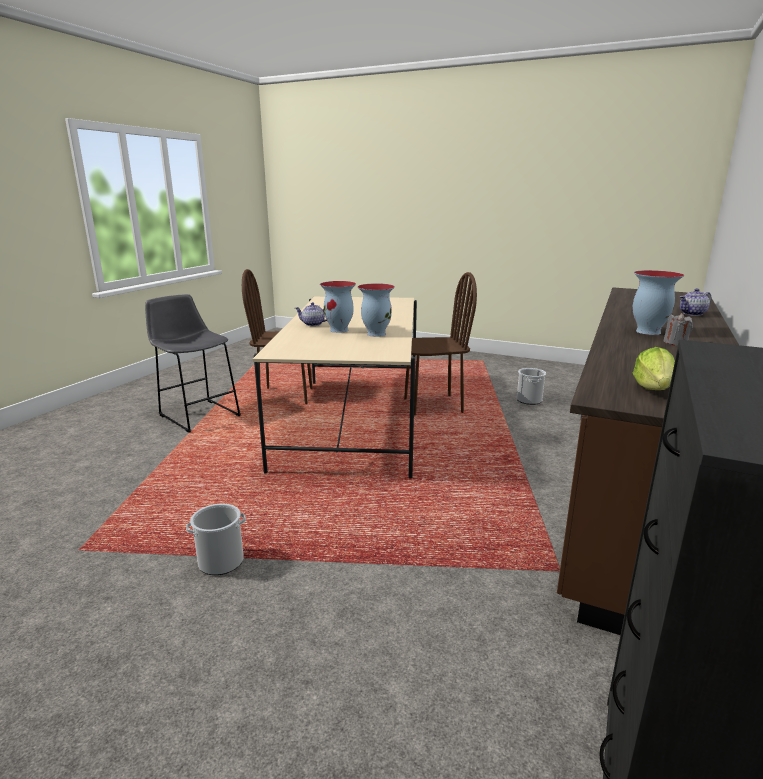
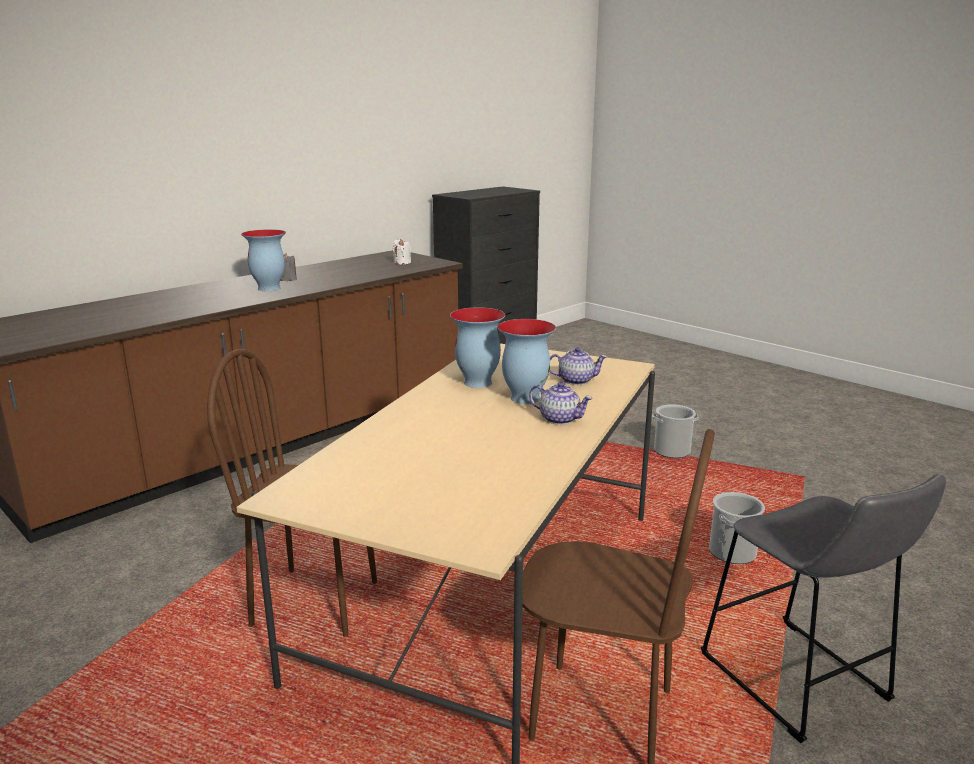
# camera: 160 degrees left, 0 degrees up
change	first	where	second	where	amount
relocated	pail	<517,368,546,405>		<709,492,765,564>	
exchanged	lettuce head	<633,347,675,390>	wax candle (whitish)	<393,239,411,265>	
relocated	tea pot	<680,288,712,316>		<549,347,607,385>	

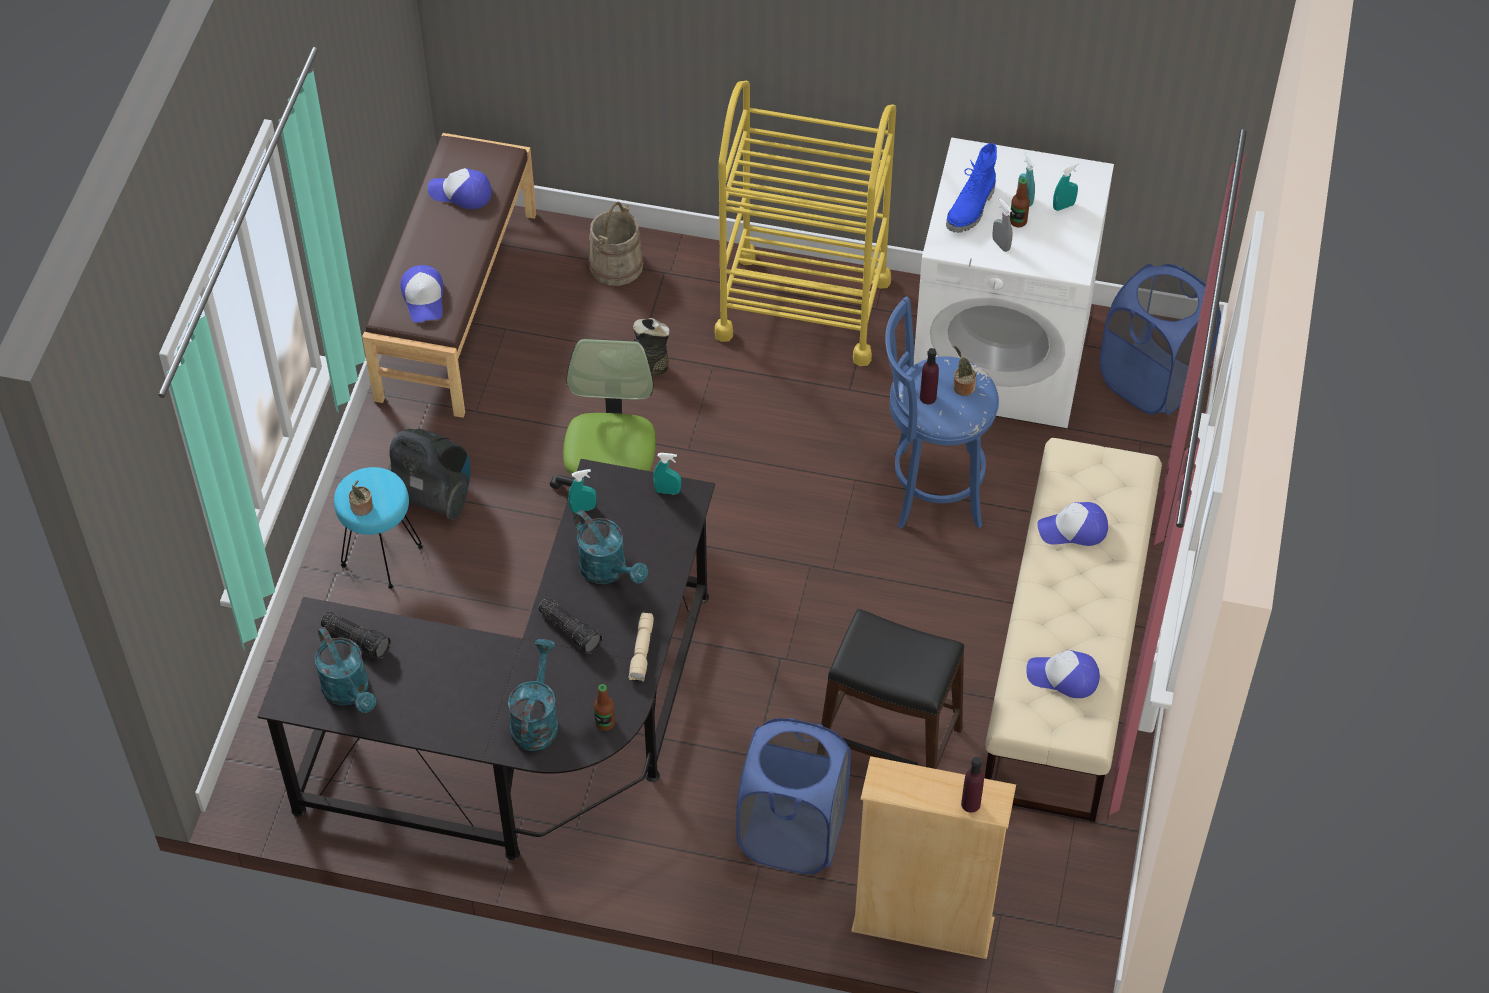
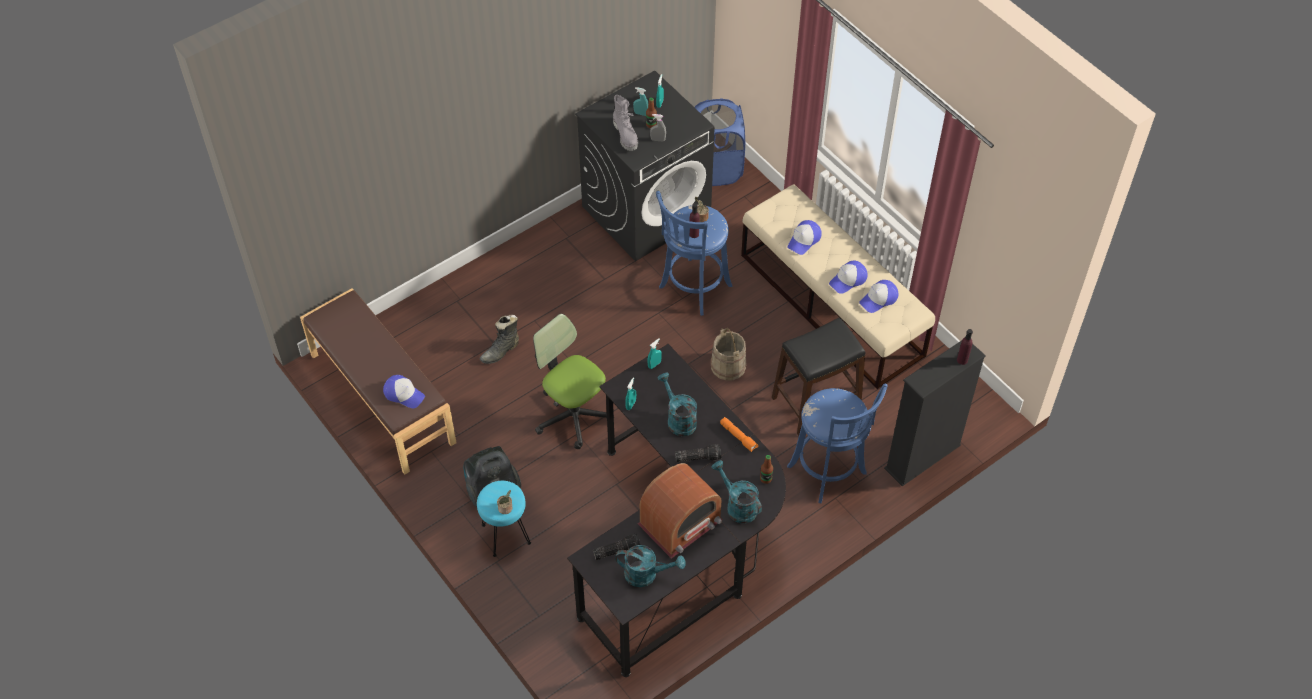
# camera: 50 degrees left, 0 degrees up
change	first	where	second	where	amount
relocated	cap	<428,168,492,209>		<829,261,868,294>	
spun	watering can (turquoise-coloured)	<574,510,648,584>		<657,373,697,436>	120 degrees counterclockwise
relocated	pail (sand-coloured)	<589,202,644,286>		<711,328,746,380>	
colour	flashlight (sand-coloured)	<628,613,654,681>	flashlight (orangey)	<720,417,758,452>	
missing	wheeled cart (yellow-coloured)	<715,81,896,366>			
exchanged	laundry basket (bluish)	<737,718,851,874>	stool seat (bluish)	<787,384,887,503>	
colour	bookcase (sand-coloured)	<851,756,1016,959>	bookcase (black)	<884,340,986,486>	
colour	laundry appliance (whitish)	<914,137,1114,428>	laundry appliance (black)	<575,70,715,261>	
colour	boot (bluish)	<946,143,997,233>	boot (greyish)	<613,95,638,151>	
appeared			radio receiver	<638,463,723,559>	

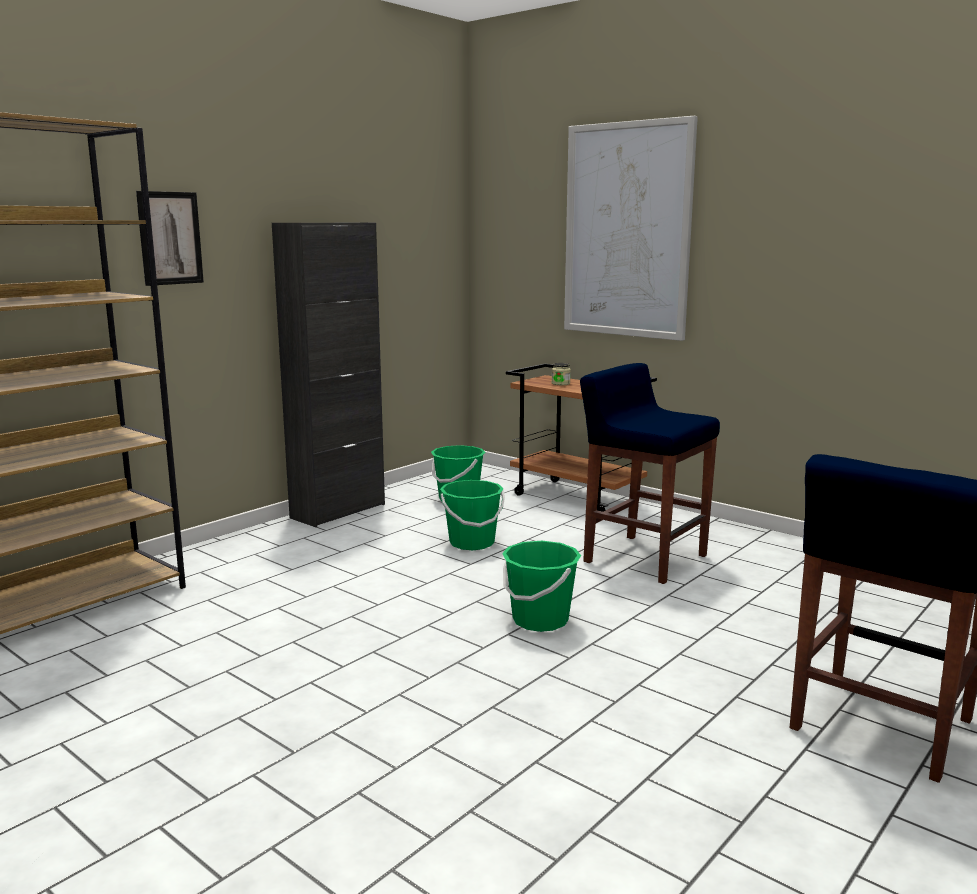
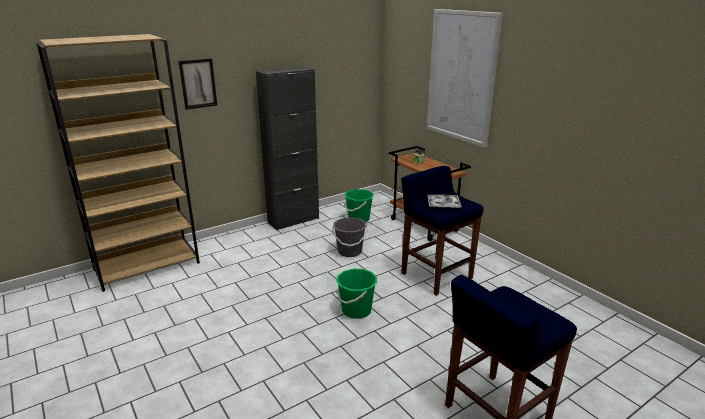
# camera: 15 degrees right, 10 degrees up
change	first	where	second	where	amount
colour	pail (green)	<440,480,505,550>	pail (greyish)	<333,218,367,257>	
appeared			serving tray	<427,194,462,208>	

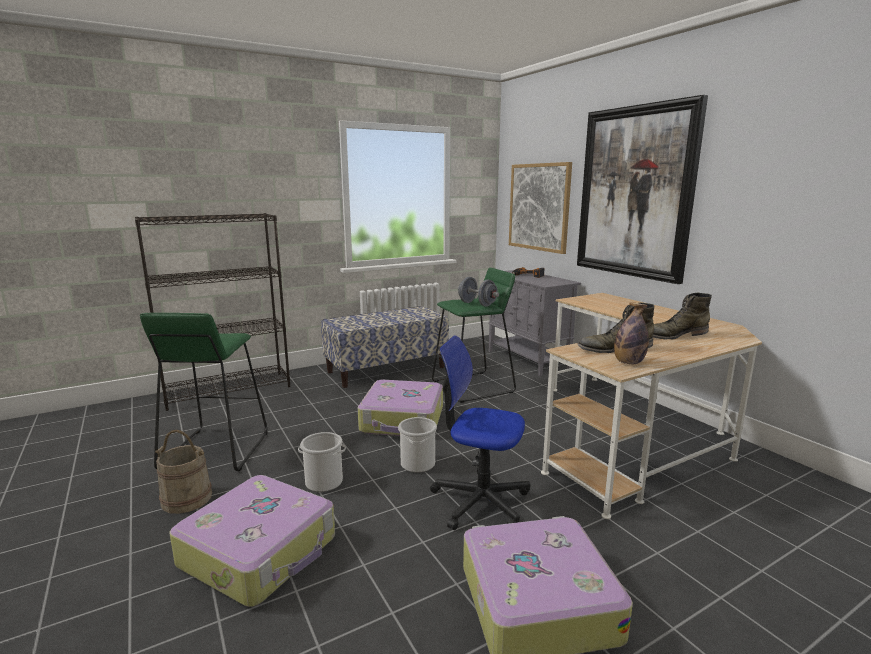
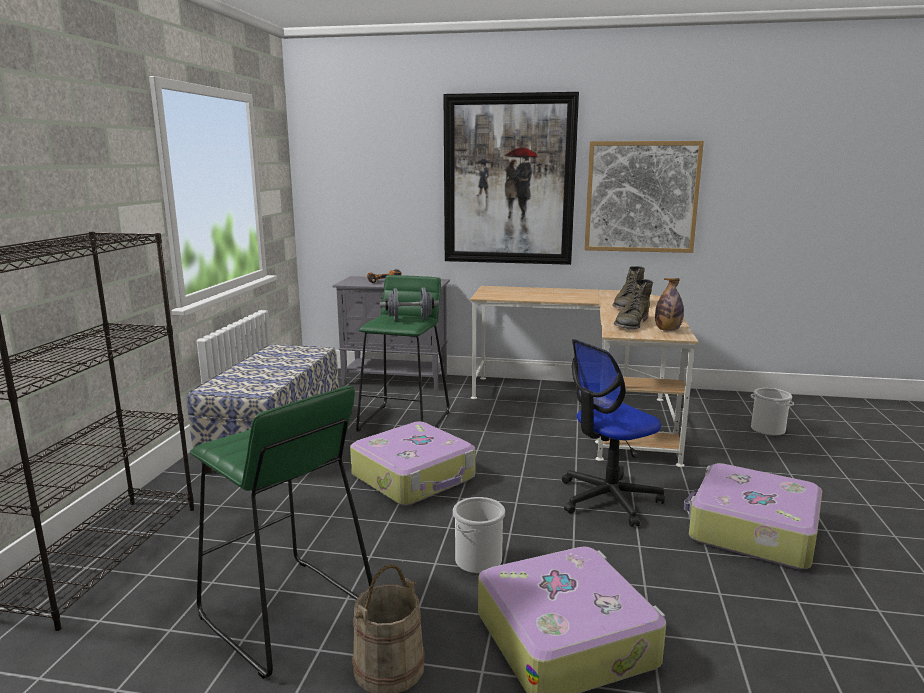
# camera: 50 degrees left, 0 degrees up
change	first	where	second	where	amount
relocated	pail	<398,417,437,473>		<751,388,794,436>	
relocated	wall picture	<509,162,572,254>		<584,141,704,253>	

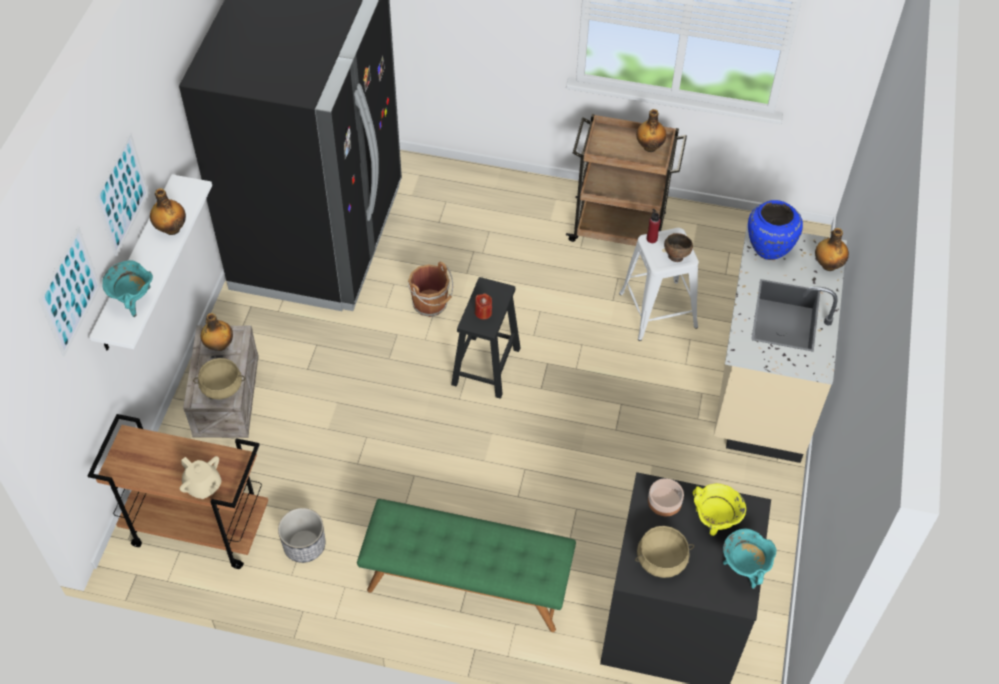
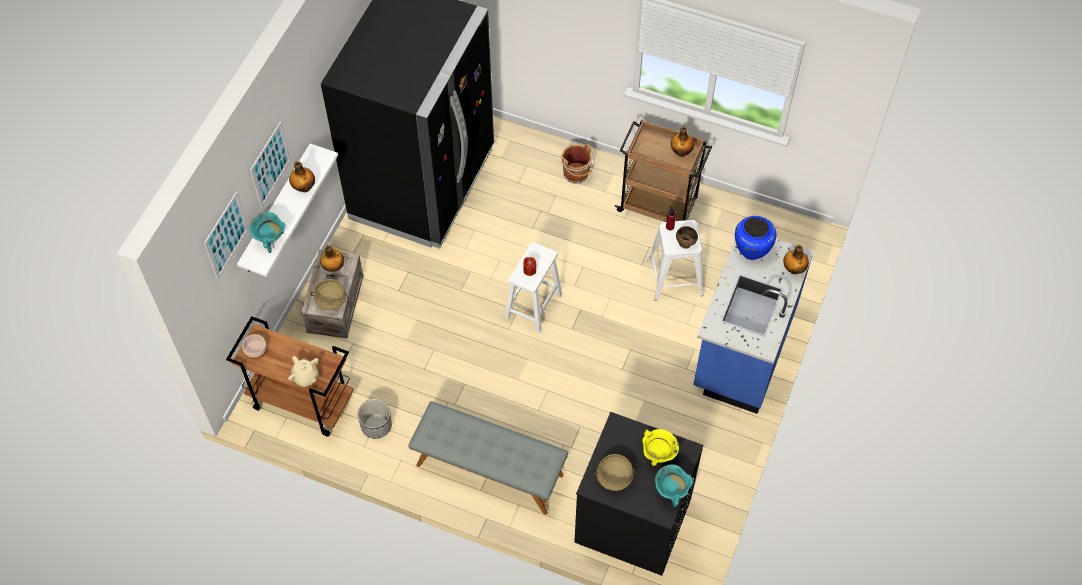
# camera: 10 degrees right, 5 degrees up
change	first	where	second	where	amount
colour	bench (green)	<357,499,576,632>	bench (greyish)	<408,401,568,515>	
relocated	pail (brown-coloured)	<408,262,453,317>		<561,144,594,184>	
colour	stool seat (black)	<451,277,520,399>	stool seat (whitish)	<504,242,562,333>	
relocated	serving bowl	<648,478,684,516>		<242,334,267,360>	
colour	kitchen base unit (sand-coloured)	<714,223,847,463>	kitchen base unit (bluish)	<693,239,814,414>	

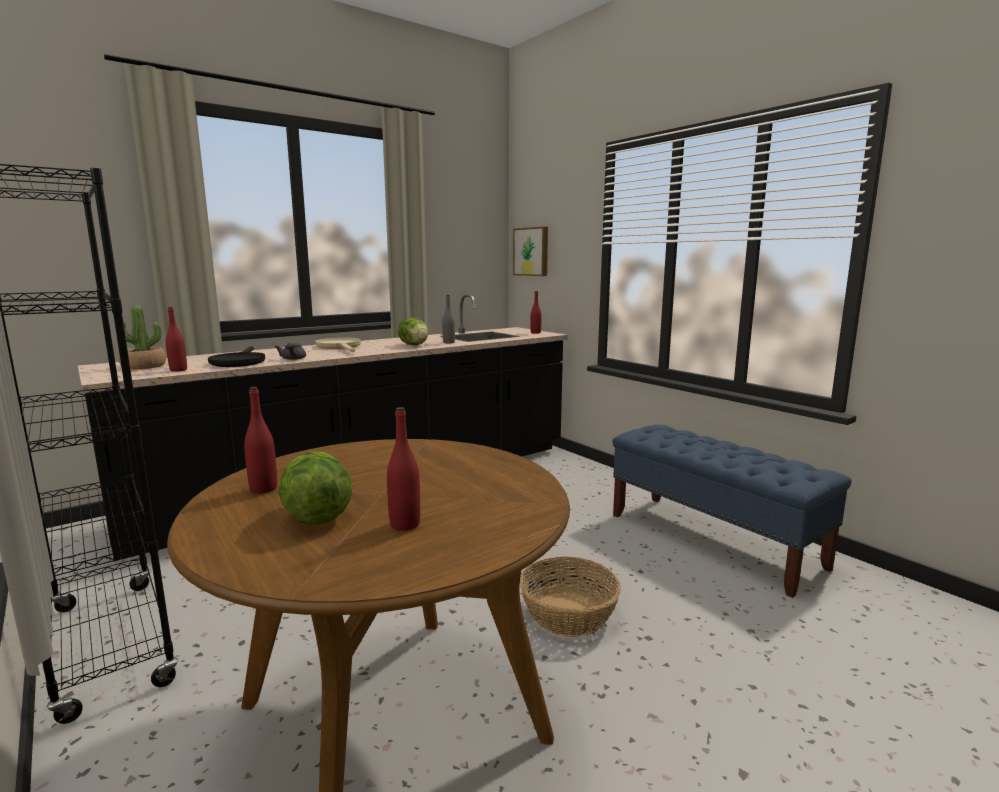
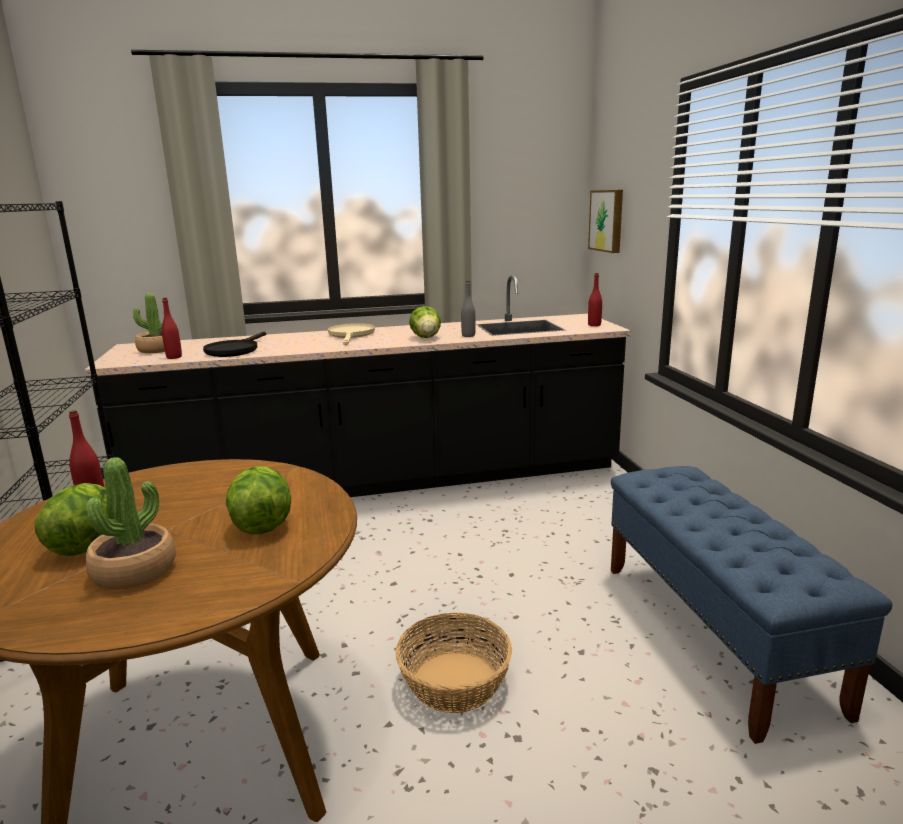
# camera: 25 degrees right, 5 degrees up
change	first	where	second	where	amount
missing	tea pot (greyish)	<275,343,306,360>			
exchanged	bottle (red)	<387,407,420,531>	houseplant	<86,457,176,590>	
appeared			lettuce head	<226,466,291,534>	

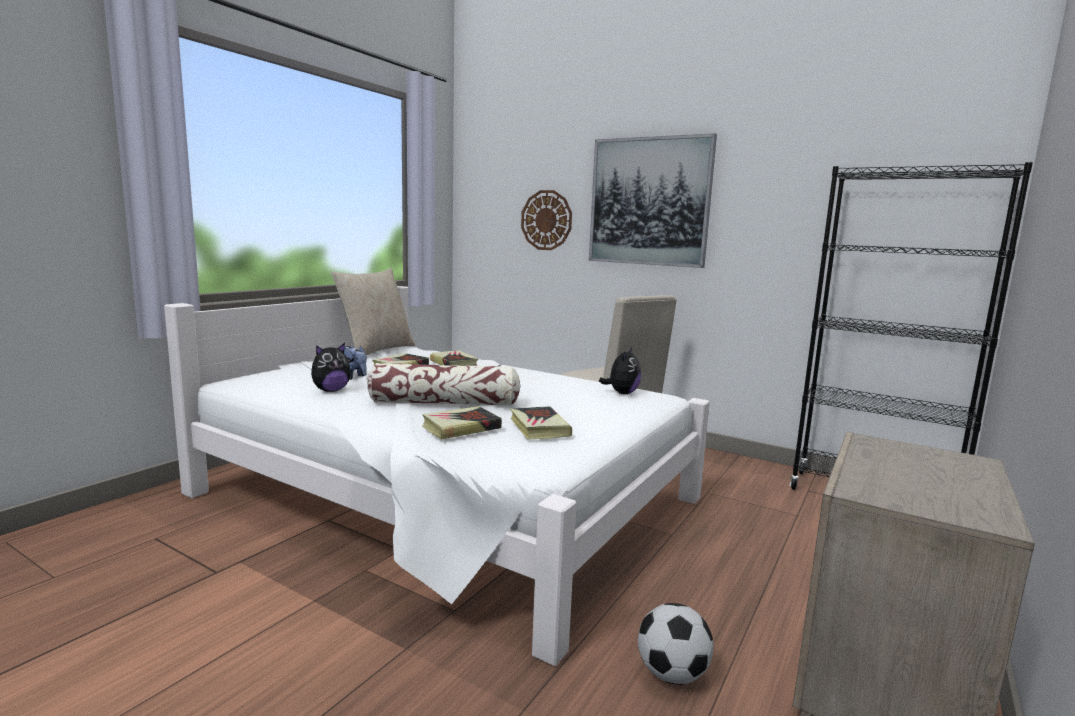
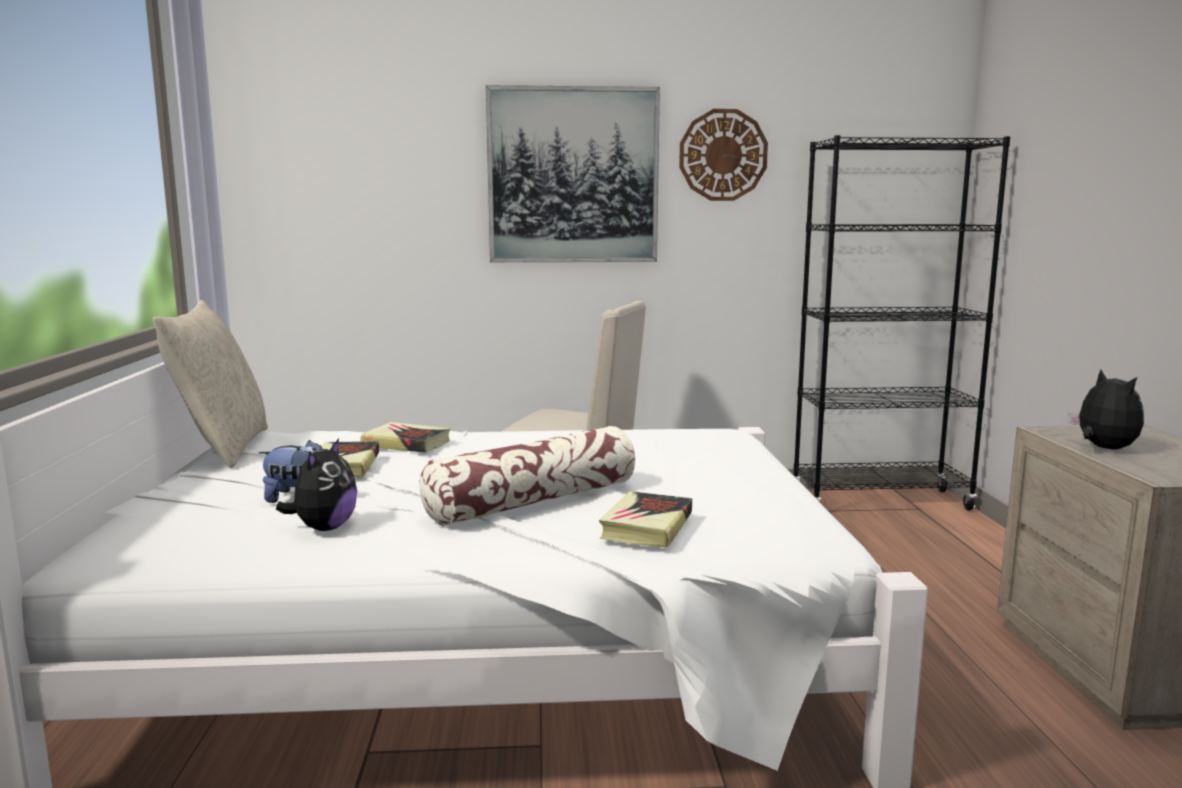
# camera: 35 degrees left, 0 degrees up
change	first	where	second	where	amount
missing	volume	<510,406,572,439>			
relocated	wall clock	<521,190,572,250>		<679,109,768,201>	
relocated	soft toy	<599,348,641,394>		<1068,370,1144,449>	
missing	football ball	<638,603,714,685>			

